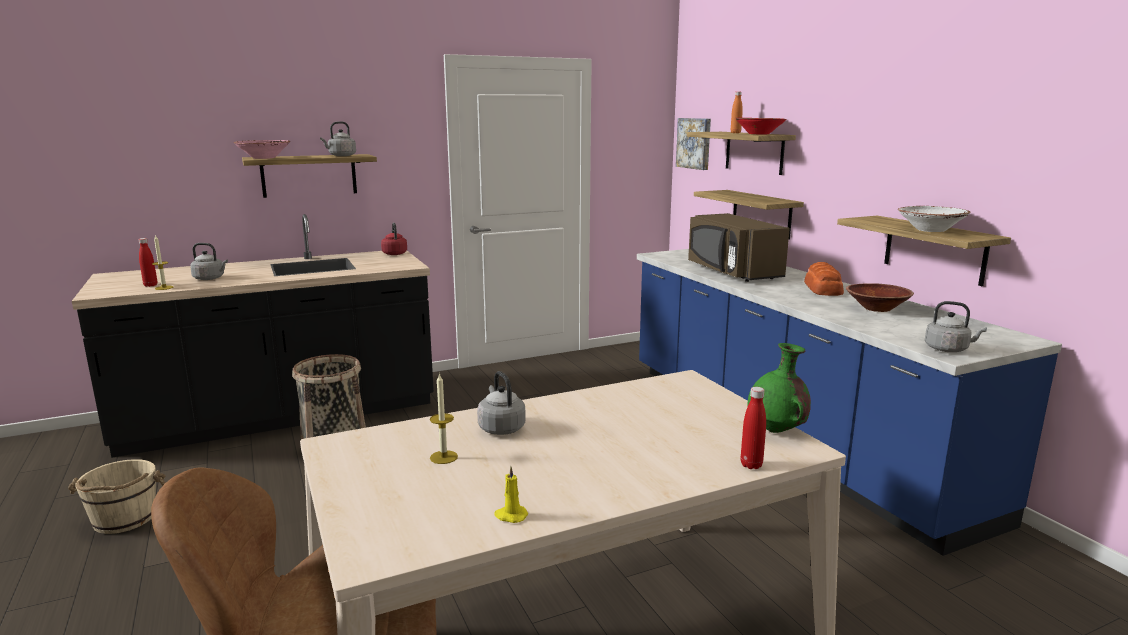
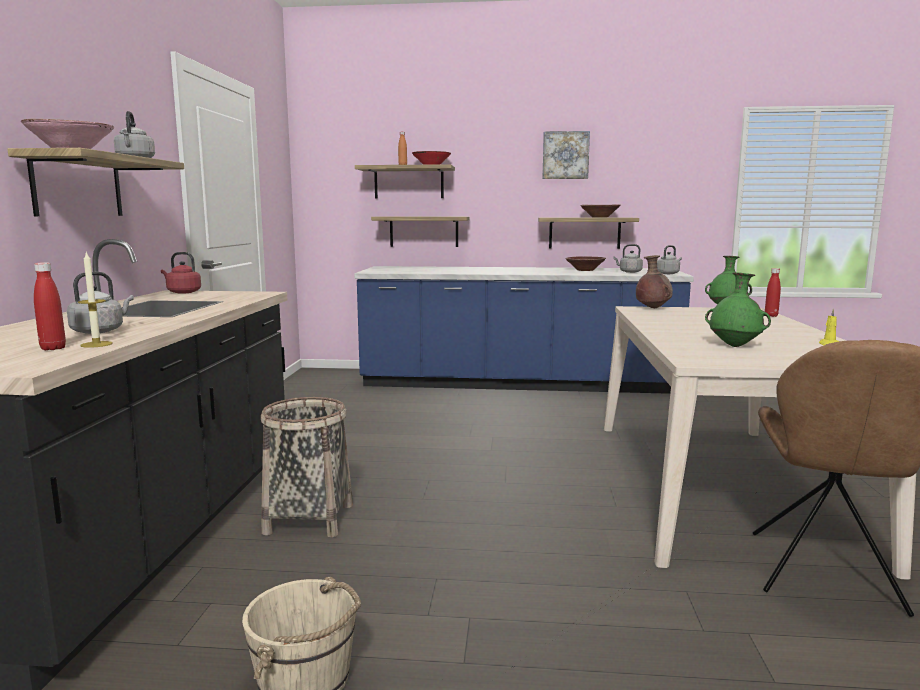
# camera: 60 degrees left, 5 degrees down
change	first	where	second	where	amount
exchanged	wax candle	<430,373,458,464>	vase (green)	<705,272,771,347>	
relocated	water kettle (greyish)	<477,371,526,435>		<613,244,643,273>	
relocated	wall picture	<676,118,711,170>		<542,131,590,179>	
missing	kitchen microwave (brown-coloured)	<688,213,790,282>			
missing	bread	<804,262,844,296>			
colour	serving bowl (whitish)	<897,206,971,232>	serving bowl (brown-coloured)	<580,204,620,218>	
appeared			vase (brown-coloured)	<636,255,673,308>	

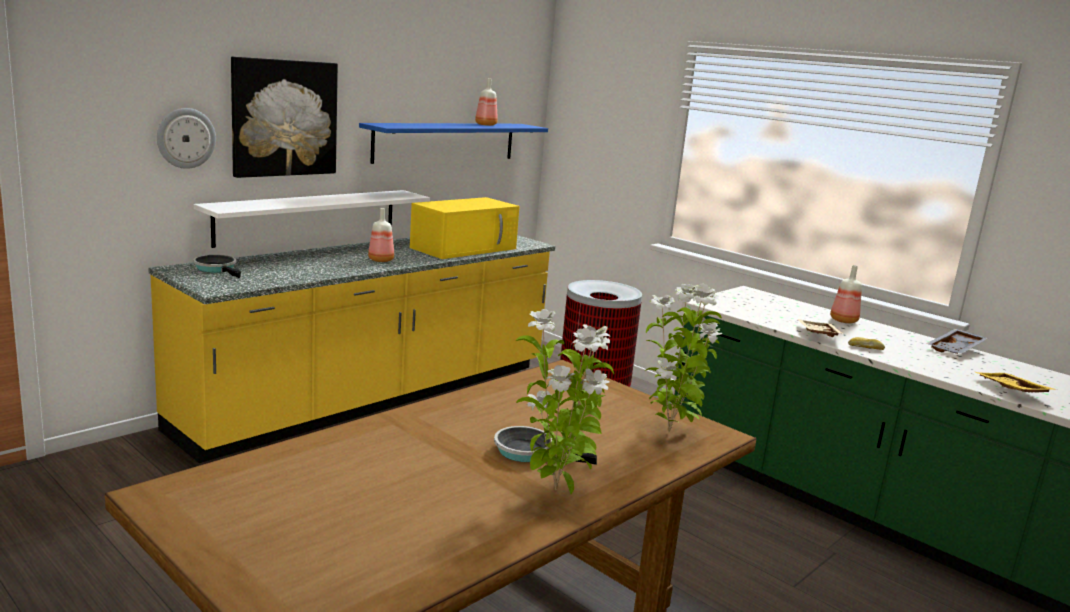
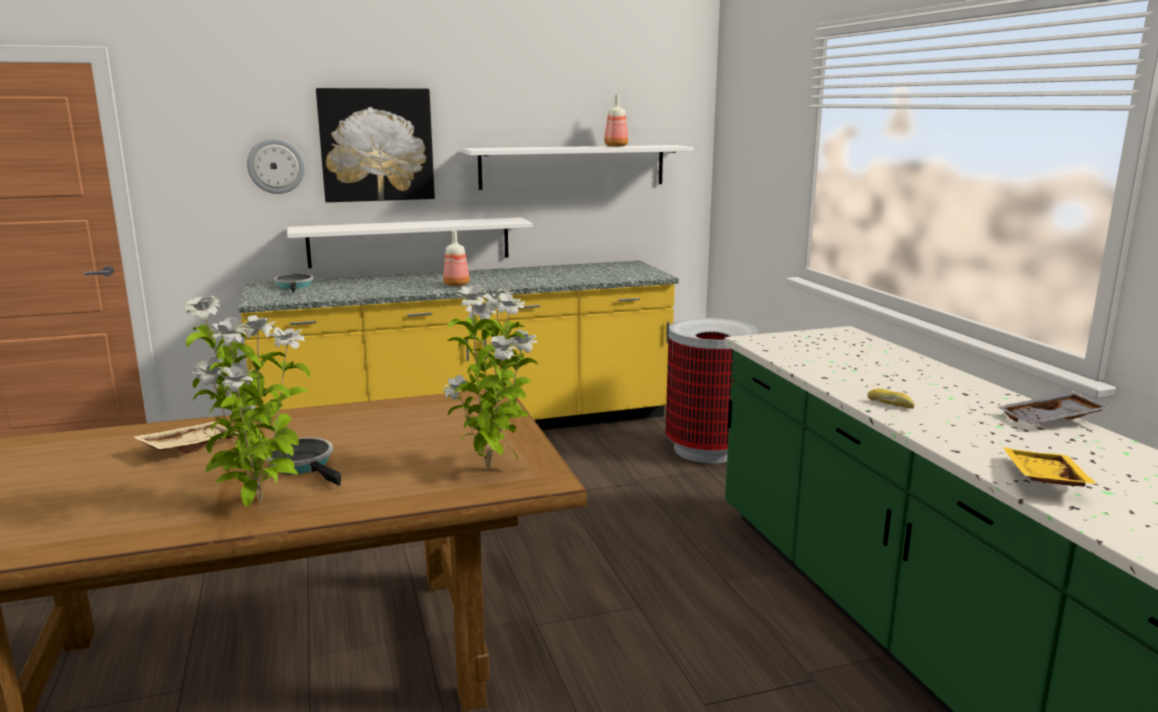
# camera: 30 degrees right, 0 degrees up
change	first	where	second	where	amount
colour	bracket shelf (bluish)	<359,123,548,164>	bracket shelf (whitish)	<462,145,693,190>	
missing	kitchen microwave (yellow-coloured)	<410,197,520,259>			
relocated	serving tray (sand-coloured)	<798,319,844,337>		<133,422,238,453>	
missing	bottle	<830,265,862,323>			

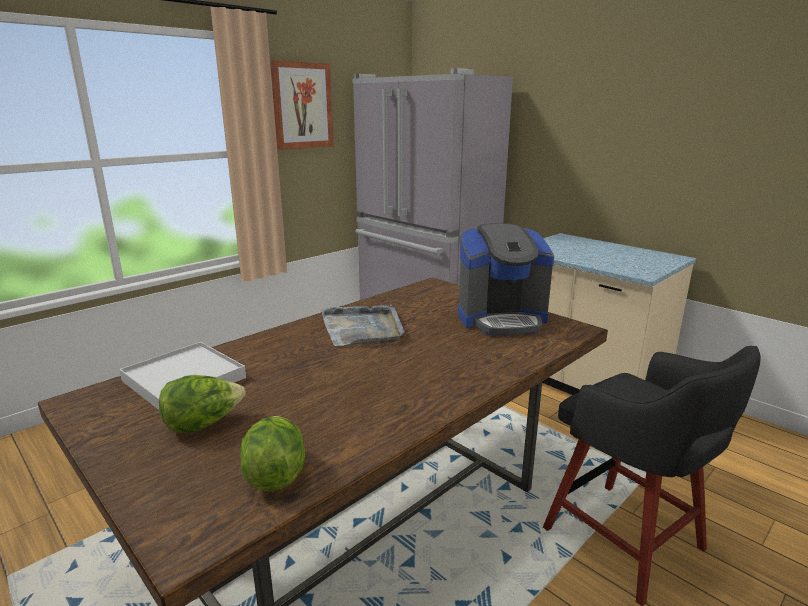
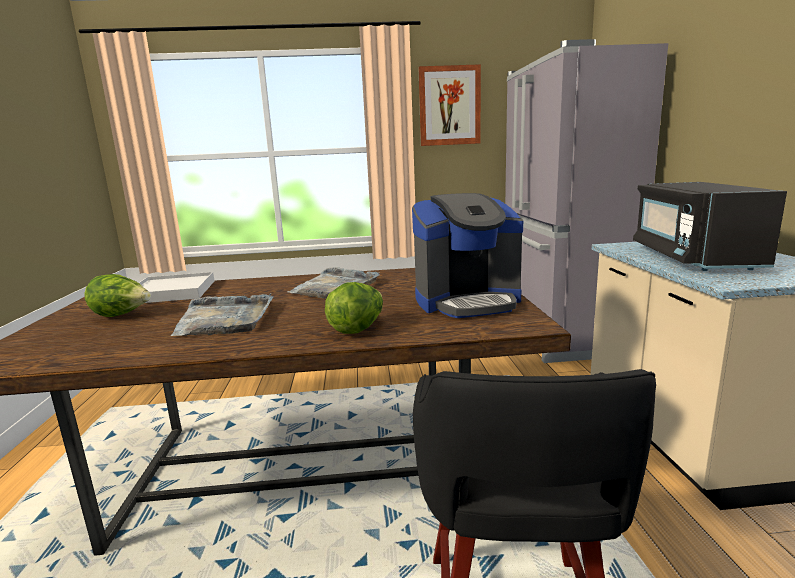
# camera: 40 degrees right, 5 degrees down
change	first	where	second	where	amount
relocated	lettuce head	<240,416,306,492>		<325,282,383,334>	
spun	coffee machine	<458,223,554,335>		<412,193,523,318>	45 degrees counterclockwise
appeared			serving tray (greyish)	<171,293,273,336>	
appeared			kitchen microwave (black)	<633,182,787,271>	

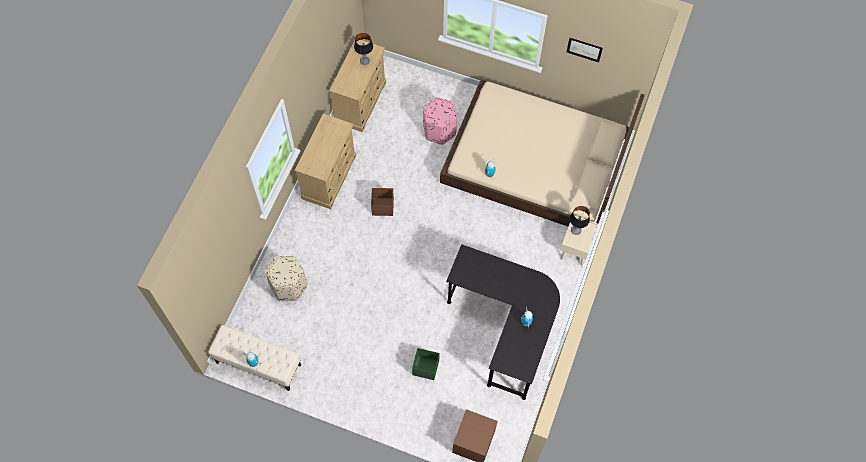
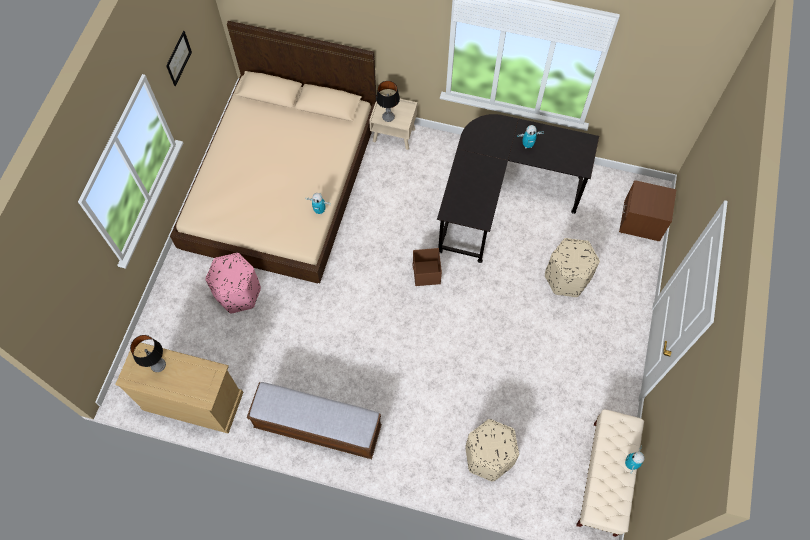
# camera: 95 degrees left, 0 degrees up
change	first	where	second	where	amount
exchanged	chest of drawers (sand-coloured)	<294,114,356,209>	bench	<247,382,382,459>	
relocated	storage container (brown-coloured)	<371,188,394,216>		<413,248,442,286>	
exchanged	storage container (green)	<412,348,440,380>	footrest (sand-coloured)	<545,238,600,297>	

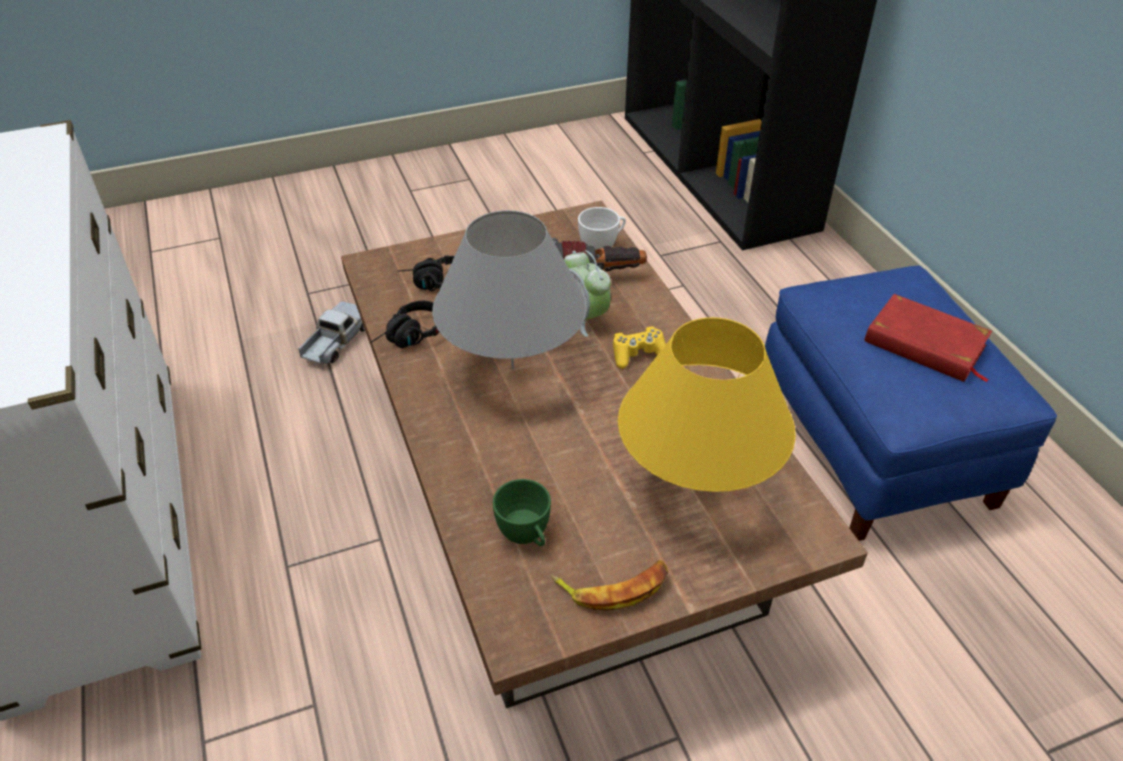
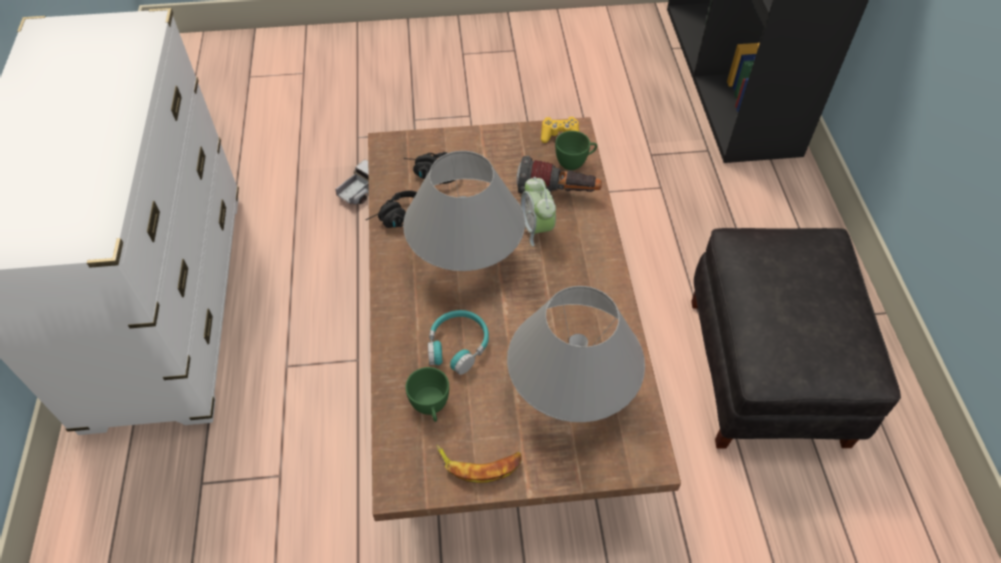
# camera: 15 degrees right, 10 degrees up
change	first	where	second	where	amount
colour	small cup (whitish)	<578,207,626,249>	small cup (green)	<555,131,597,170>	
relocated	joypad (yellow-coloured)	<613,326,666,369>		<541,117,579,143>	
colour	table lamp (yellow-coloured)	<618,317,796,492>	table lamp (greyish)	<507,286,645,422>	
colour	footrest (bluish)	<765,265,1057,541>	footrest (black)	<691,228,901,448>	
missing	volume (red)	<864,294,992,383>			
appeared			headphones (turquoise-coloured)	<428,310,489,375>	

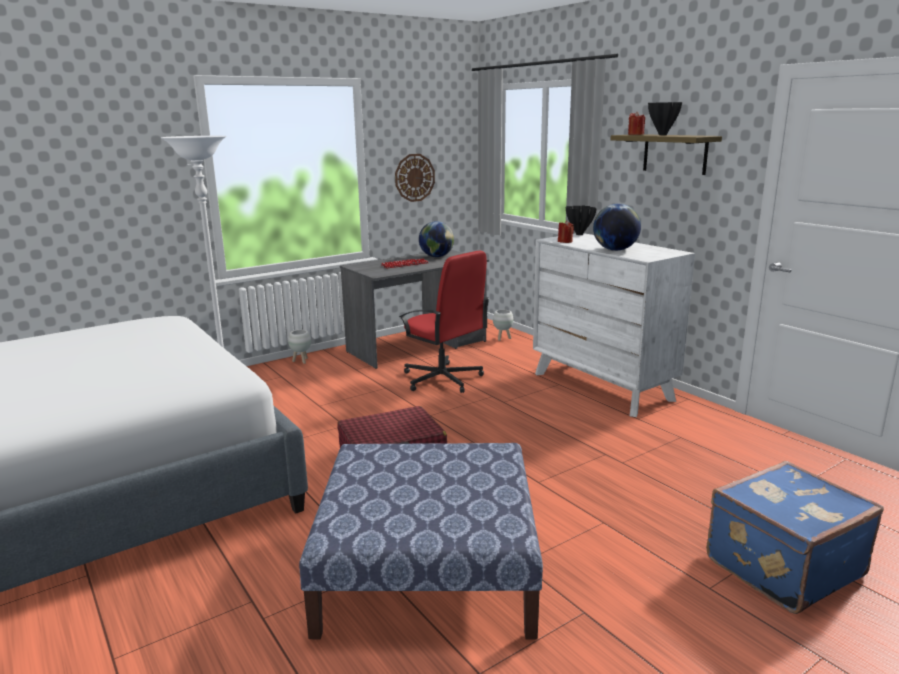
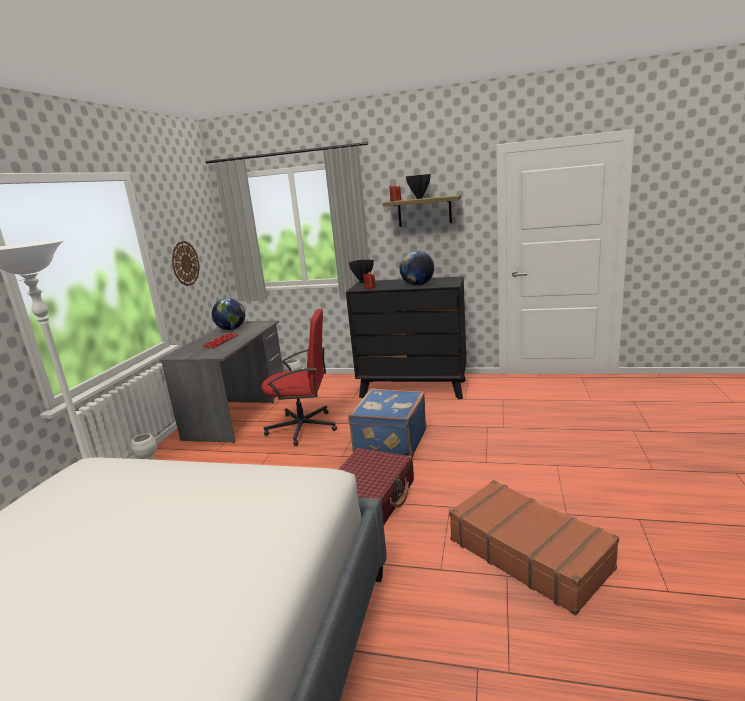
# camera: 40 degrees left, 0 degrees up
change	first	where	second	where	amount
exchanged	footrest	<299,443,543,640>	suitcase (brown-coloured)	<449,480,619,615>	
colour	chest of drawers (whitish)	<533,233,695,417>	chest of drawers (black)	<346,276,466,399>	
relocated	suitcase (bluish)	<706,461,884,614>		<348,389,426,457>	

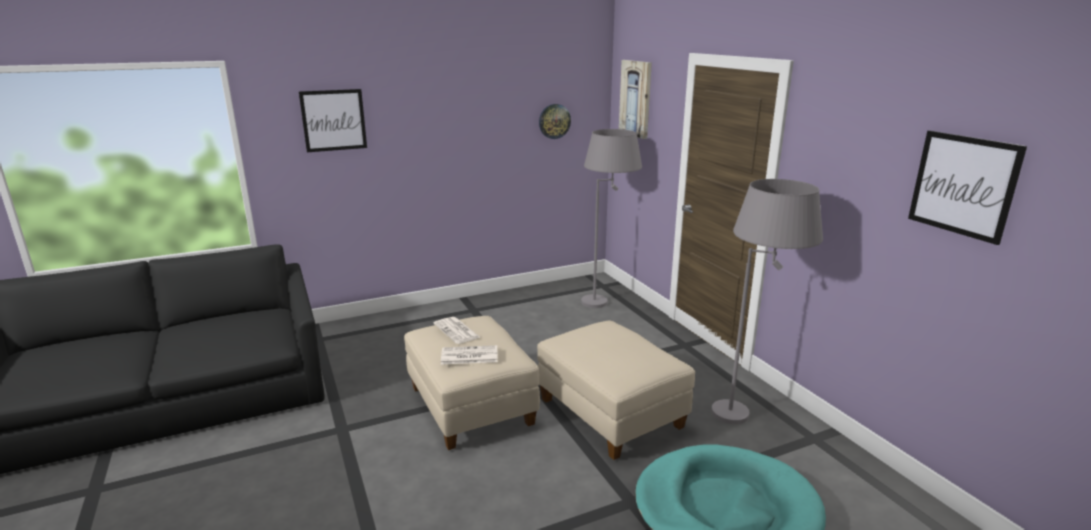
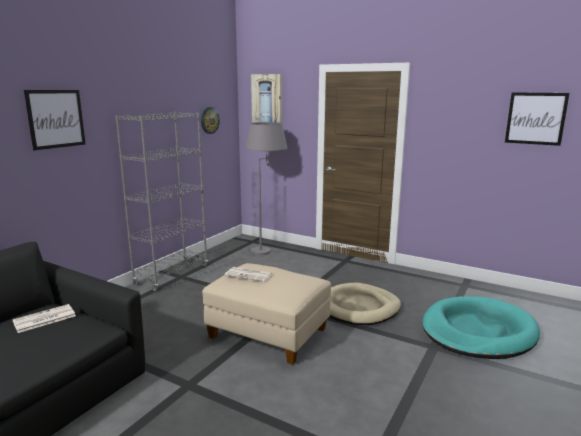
# camera: 35 degrees left, 5 degrees down
change	first	where	second	where	amount
relocated	newspaper	<441,345,498,365>		<12,304,76,333>	
exchanged	footrest (sand-coloured)	<537,320,695,460>	dog bed (sand-coloured)	<329,283,401,325>	
missing	standing lamp (greyish)	<711,179,823,424>			
appeared			bookcase (greyish)	<116,112,208,292>	

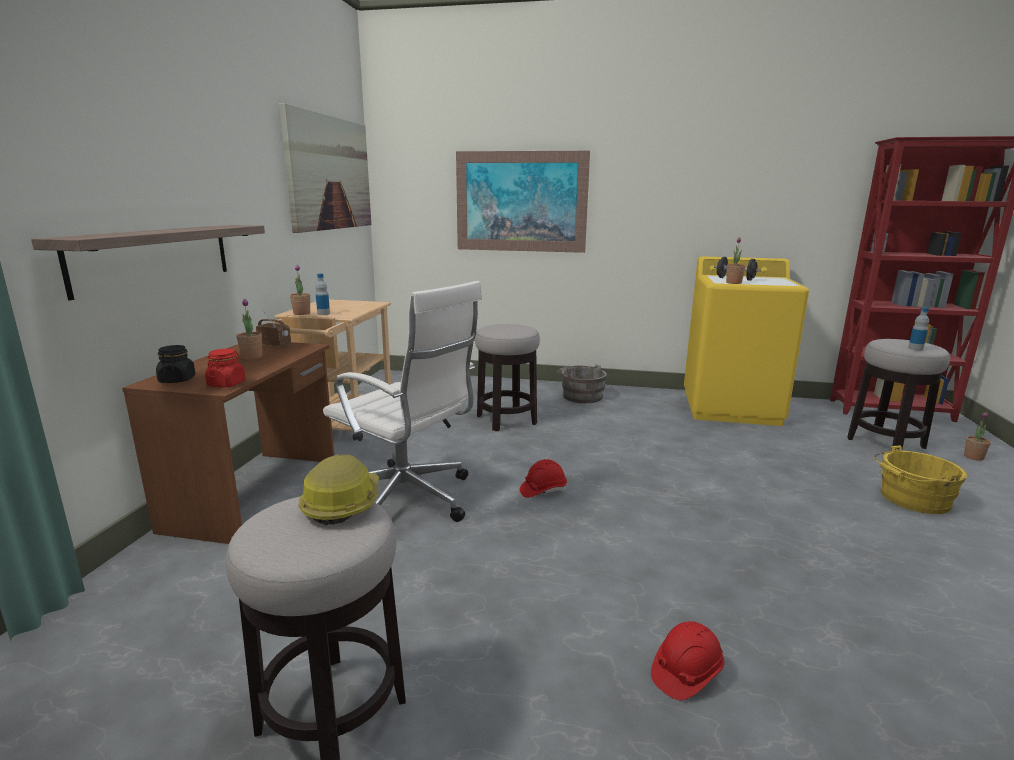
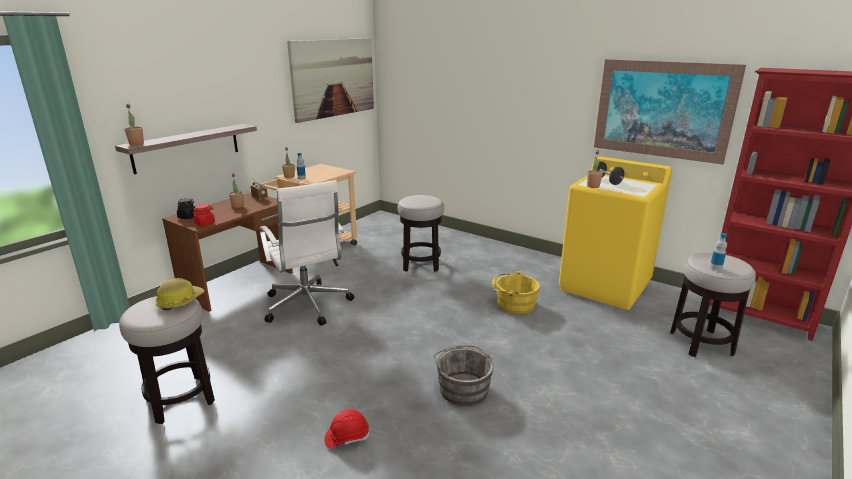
# camera: 25 degrees right, 5 degrees up
change	first	where	second	where	amount
relocated	wall picture	<456,151,590,253>		<594,59,746,164>	
missing	safety helmet (red)	<520,459,567,498>			
relocated	pail (greyish)	<556,364,607,403>		<434,345,494,406>	
relocated	pail (yellow-coloured)	<874,445,967,514>		<491,271,540,314>	
relocated	houseplant	<964,412,991,461>		<125,103,144,145>	

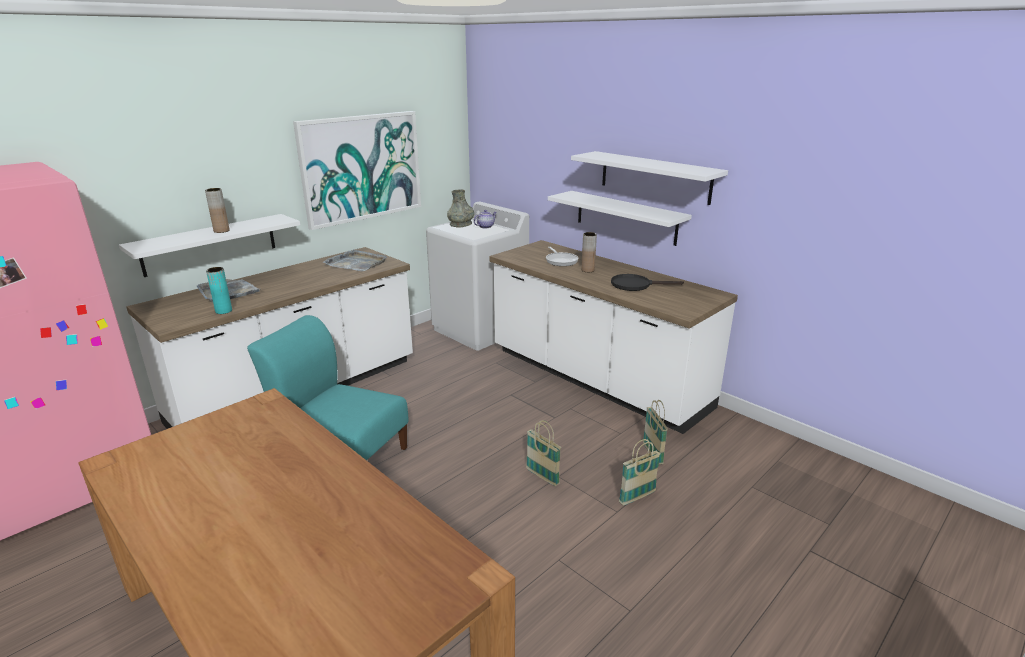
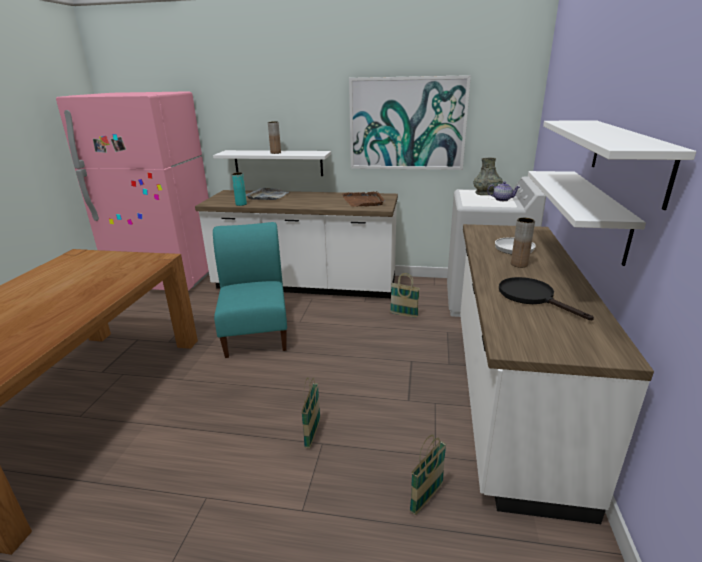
# camera: 55 degrees right, 0 degrees up
change	first	where	second	where	amount
colour	serving tray (greyish)	<323,249,387,271>	serving tray (brown-coloured)	<342,191,385,207>	
relocated	household basket	<619,439,661,505>		<390,273,420,318>	

